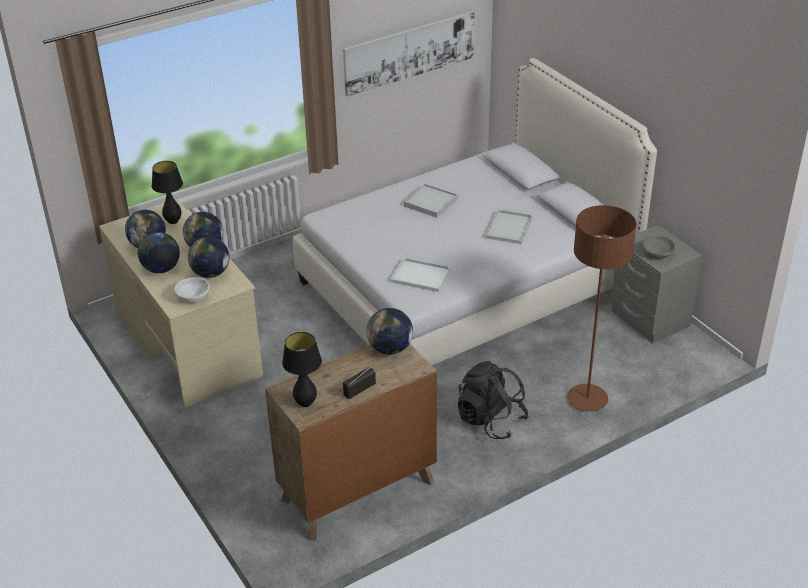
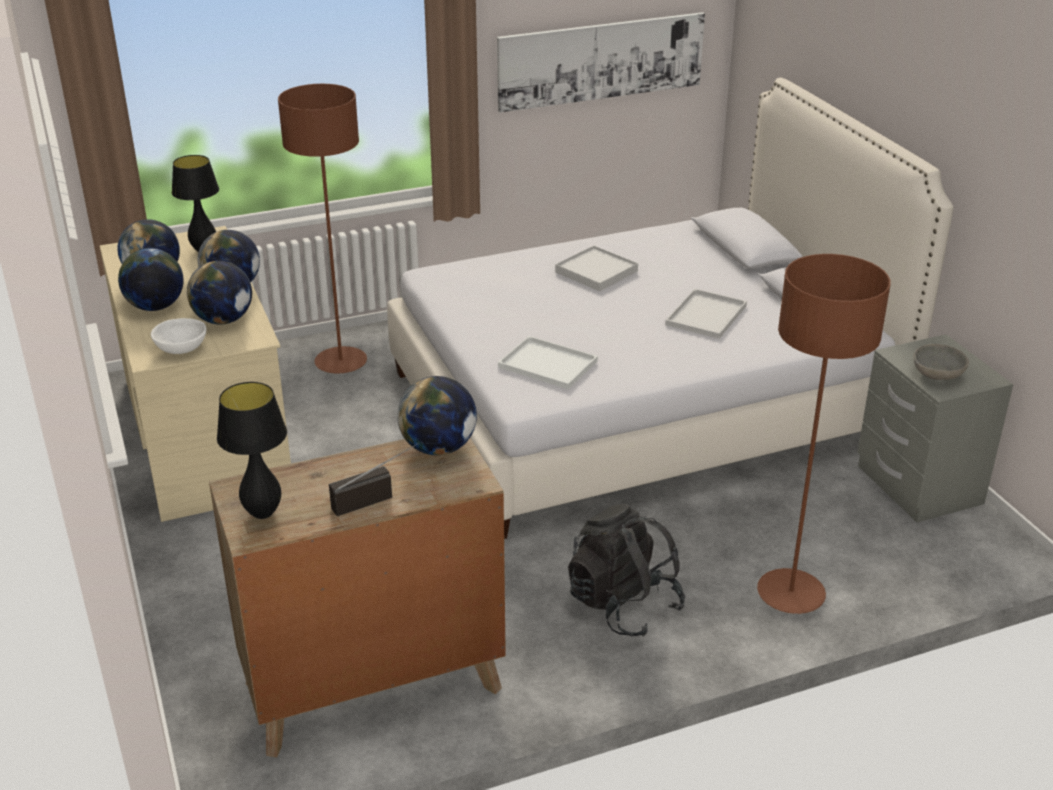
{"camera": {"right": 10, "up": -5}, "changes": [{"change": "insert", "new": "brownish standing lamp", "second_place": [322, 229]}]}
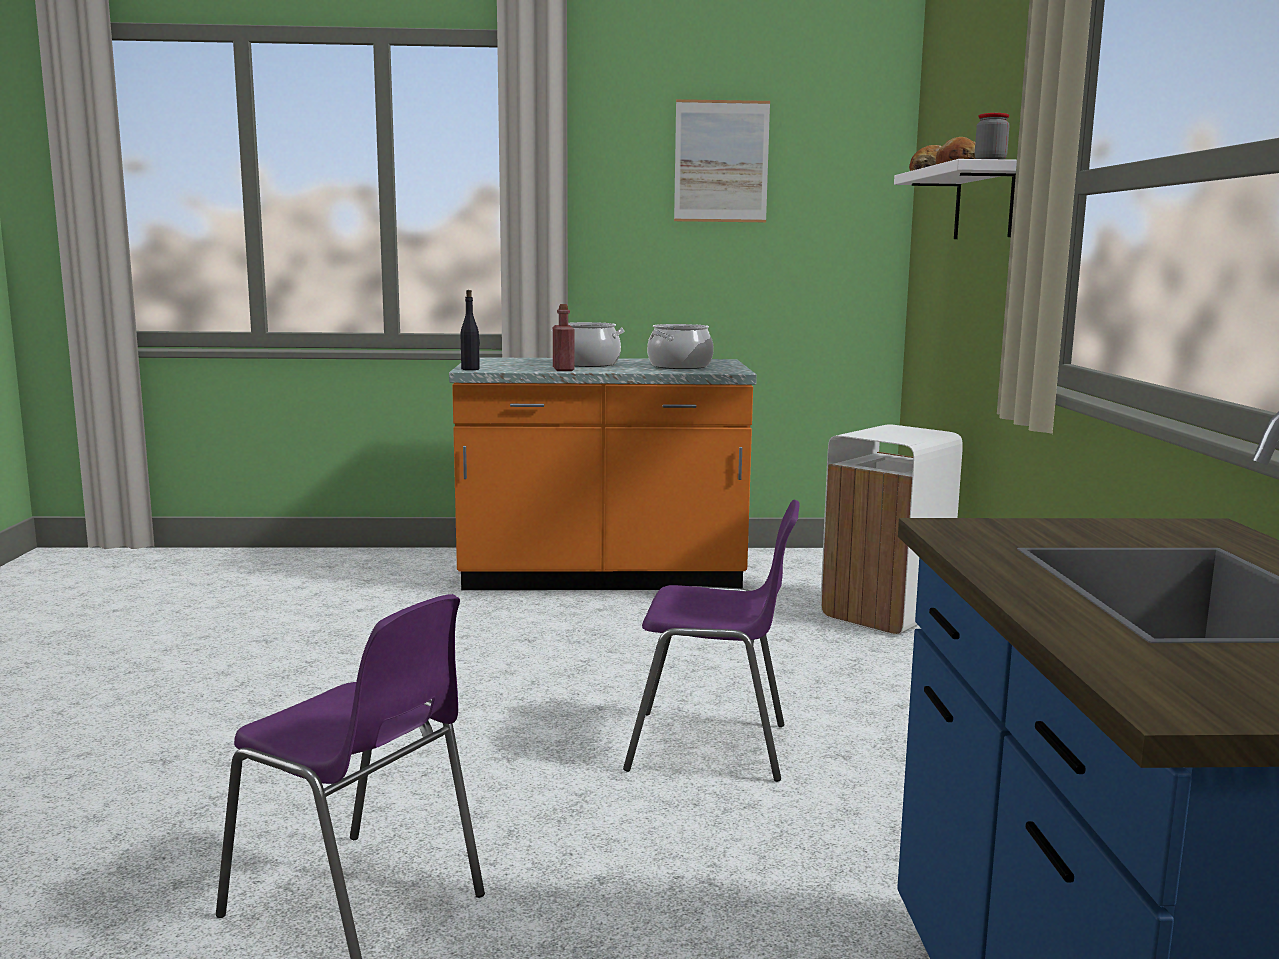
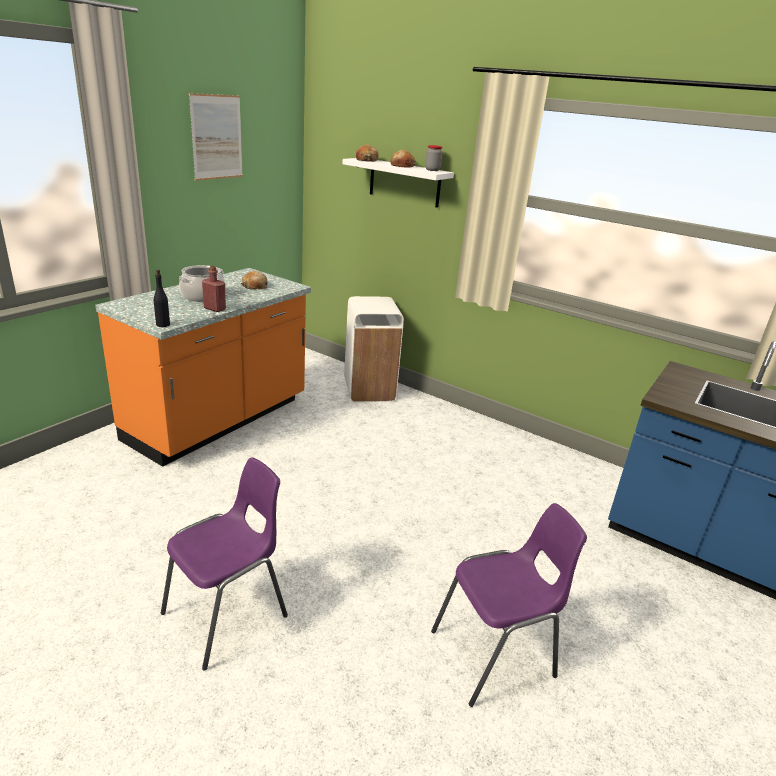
{"camera": {"right": -55, "up": 15}, "changes": [{"change": "move", "old": "purplish chair", "first_place": [711, 640], "second_place": [224, 564]}, {"change": "replace", "old": "cooking pot", "new": "bread", "first_place": [680, 346], "second_place": [254, 280]}]}
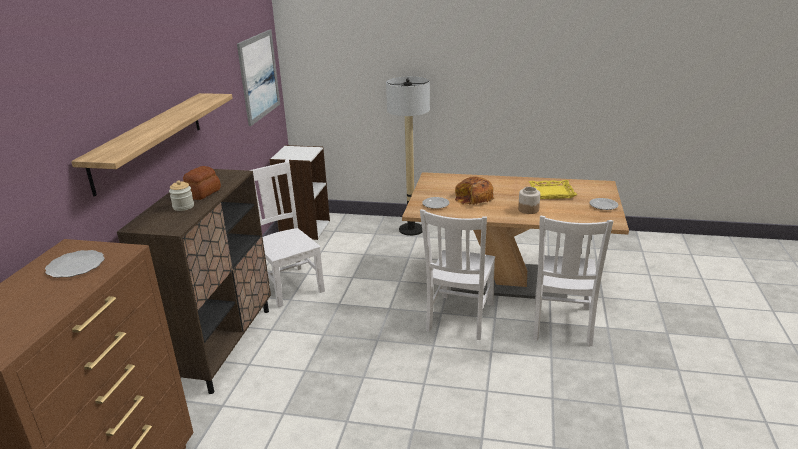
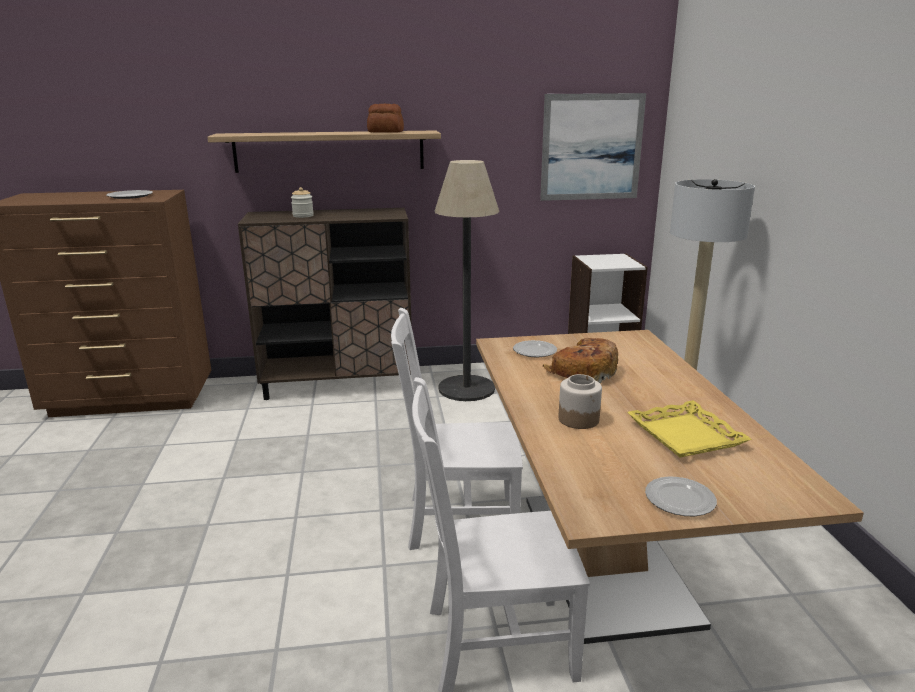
{"camera": {"right": 70, "up": -5}, "changes": [{"change": "move", "old": "bread", "first_place": [202, 183], "second_place": [385, 118]}, {"change": "replace", "old": "white chair", "new": "standing lamp", "first_place": [287, 233], "second_place": [466, 280]}]}
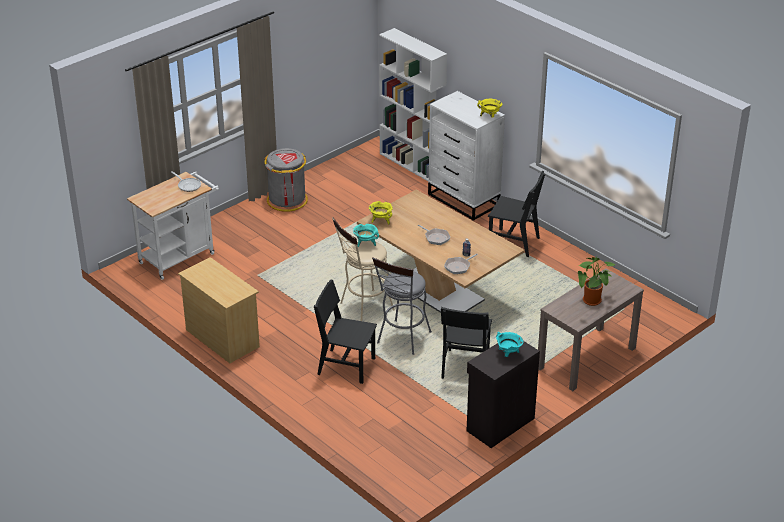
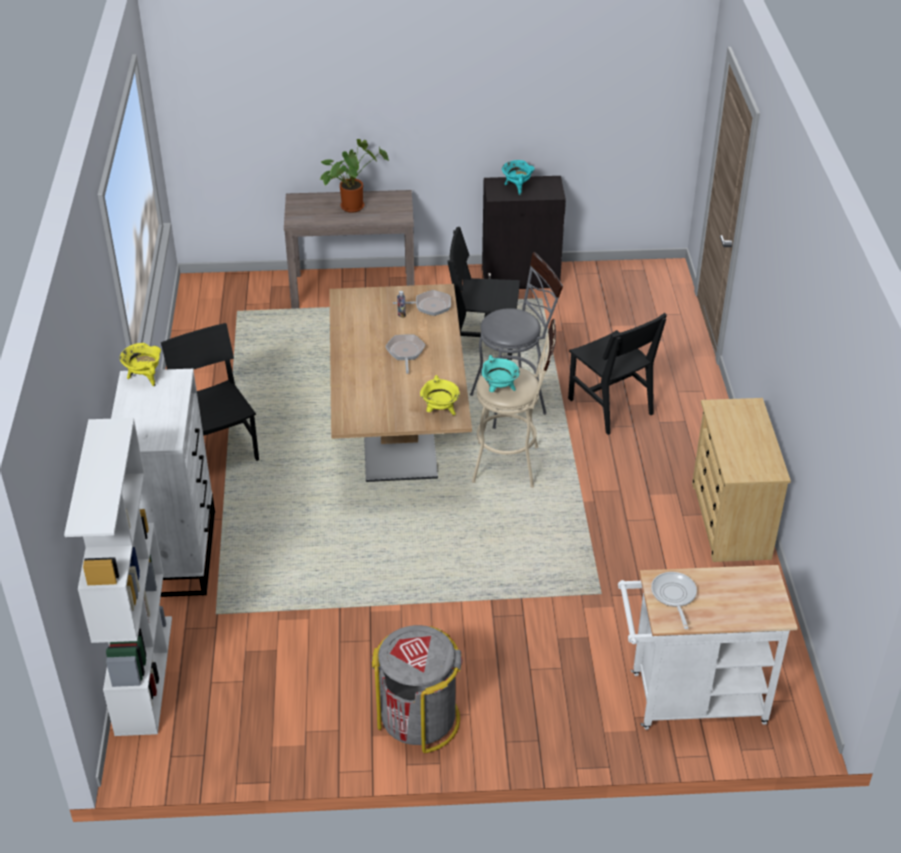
{"camera": {"right": -140, "up": 5}, "changes": [{"change": "rotate", "old": "blackish chair", "first_place": [466, 343], "second_place": [484, 293], "degrees": -135}]}
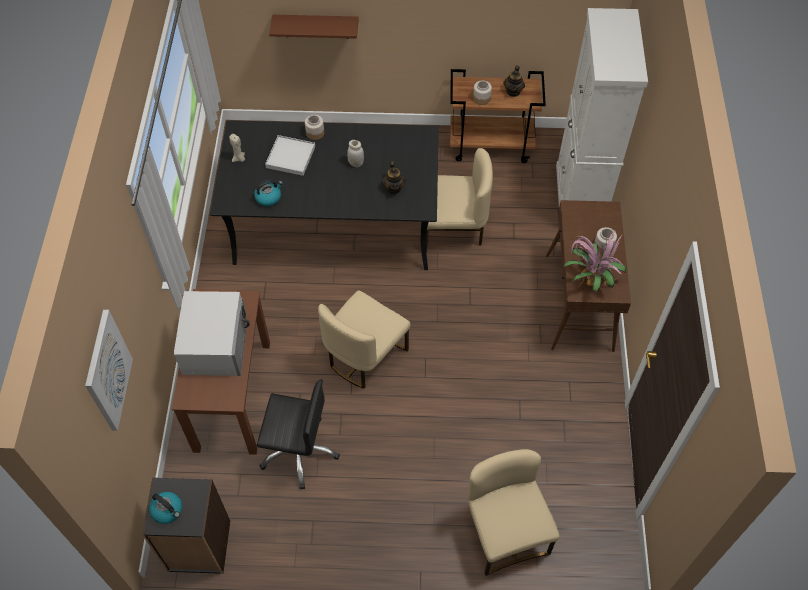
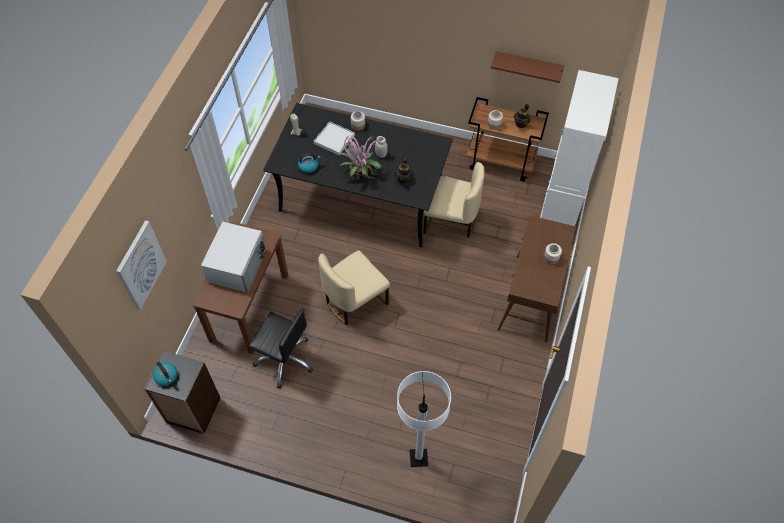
{"camera": {"right": 15, "up": 0}, "changes": [{"change": "move", "old": "potted plant", "first_place": [595, 261], "second_place": [359, 157]}, {"change": "replace", "old": "sand-coloured chair", "new": "white standing lamp", "first_place": [513, 512], "second_place": [424, 419]}, {"change": "move", "old": "brownish shelf", "first_place": [314, 27], "second_place": [527, 67]}]}
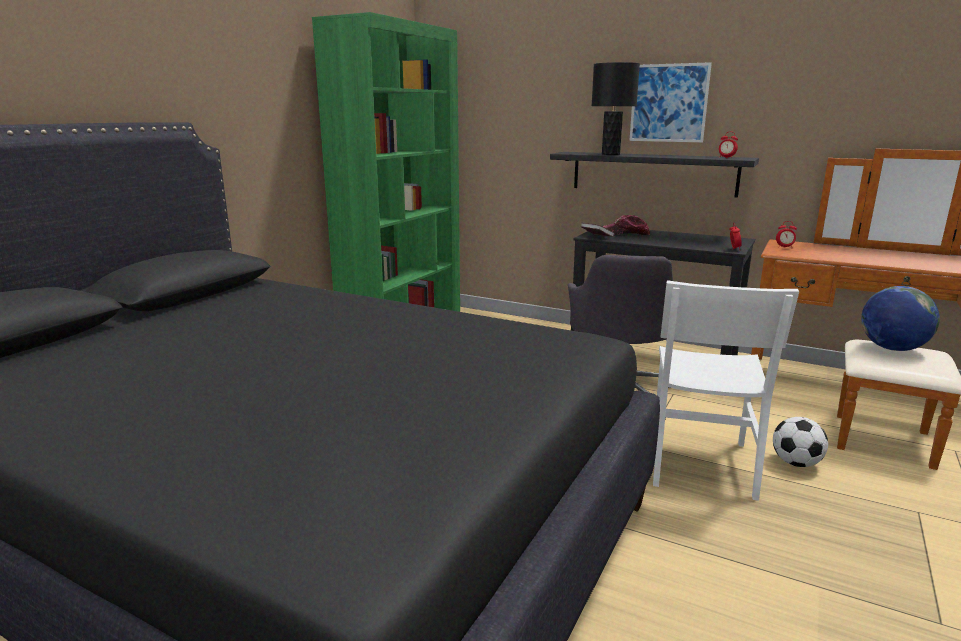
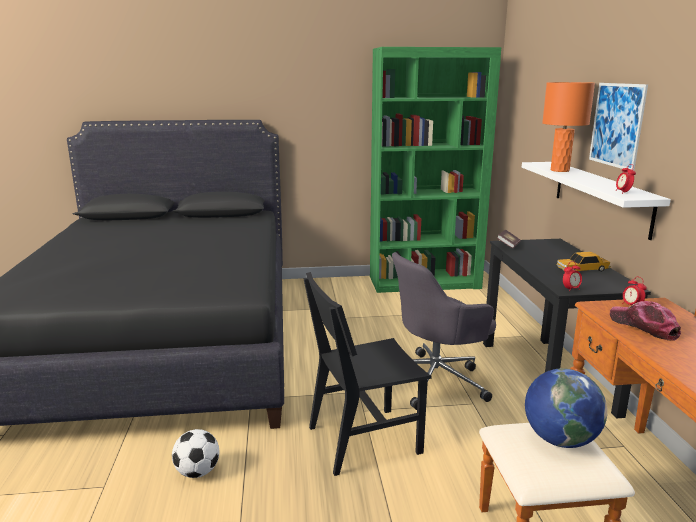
{"camera": {"right": 55, "up": 0}, "changes": [{"change": "move", "old": "ball for football", "first_place": [800, 442], "second_place": [196, 453]}, {"change": "recolor", "old": "white chair", "new": "blackish chair", "first_place": [726, 390], "second_place": [367, 374]}, {"change": "recolor", "old": "blackish shelf", "new": "white shelf", "first_place": [654, 175], "second_place": [596, 201]}, {"change": "recolor", "old": "blackish tabletop lamp", "new": "orange tabletop lamp", "first_place": [616, 108], "second_place": [568, 127]}, {"change": "insert", "new": "toy car", "second_place": [584, 262]}, {"change": "move", "old": "peaked cap", "first_place": [626, 225], "second_place": [645, 321]}]}
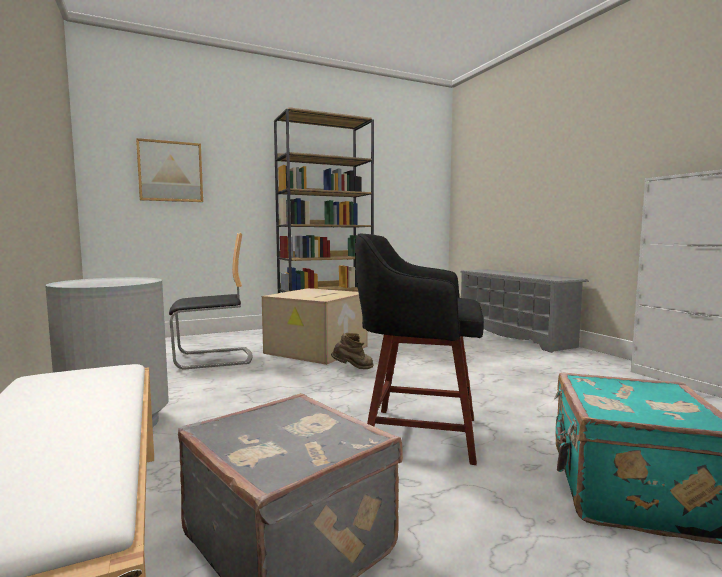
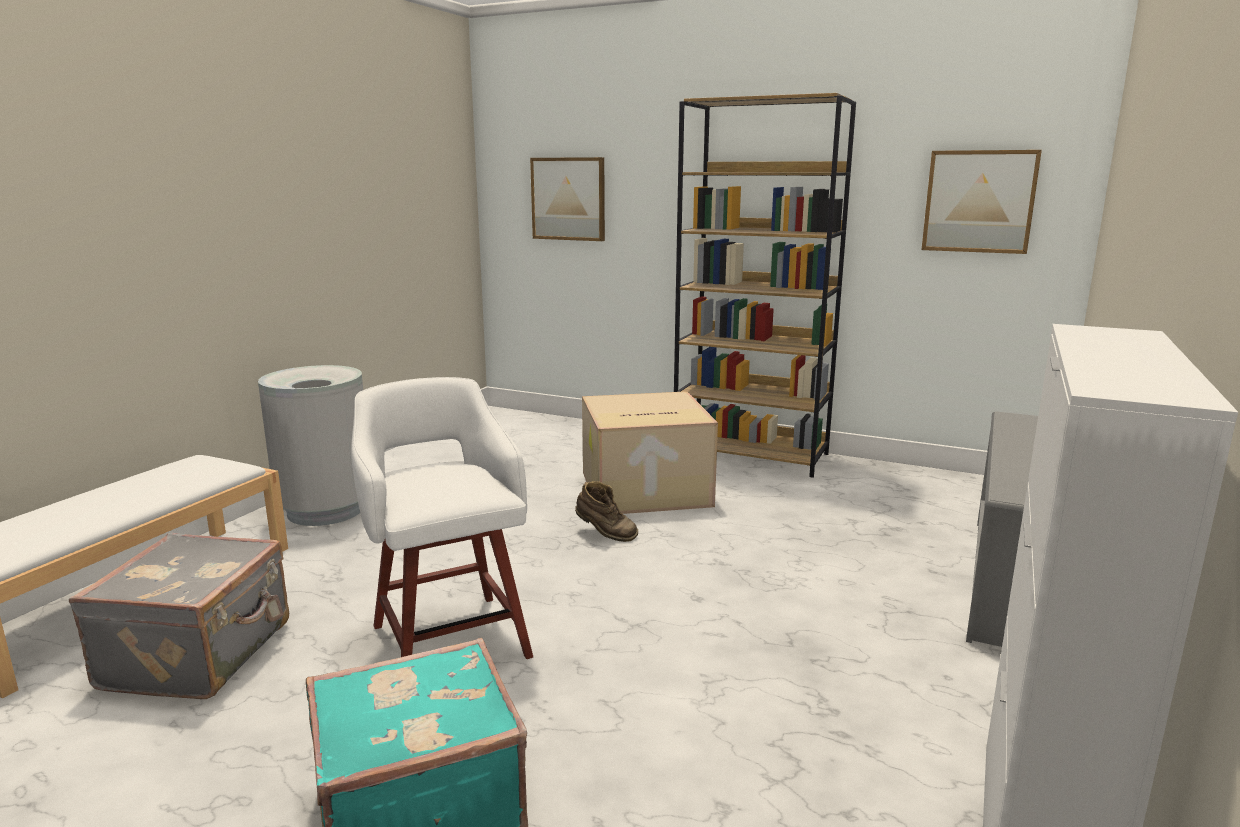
{"camera": {"right": 50, "up": 10}, "changes": [{"change": "recolor", "old": "blackish stool", "new": "white stool", "first_place": [419, 349], "second_place": [442, 518]}, {"change": "insert", "new": "wall art", "second_place": [981, 202]}, {"change": "delete", "old": "chair", "first_place": [210, 301]}]}
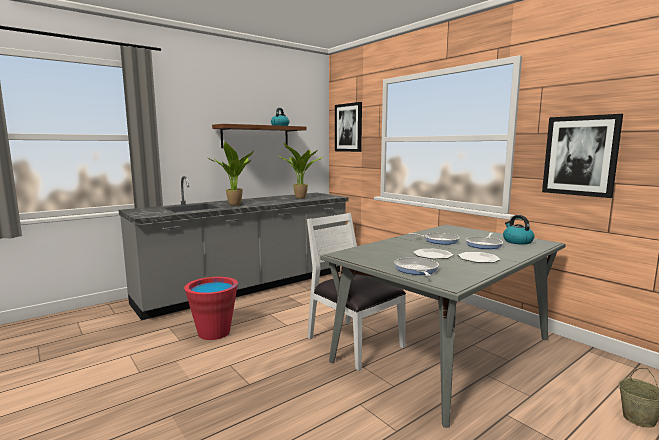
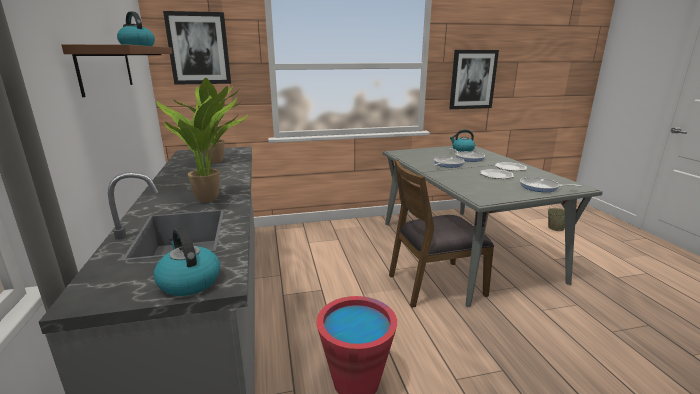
{"camera": {"right": -65, "up": 10}, "changes": [{"change": "insert", "new": "tea kettle", "second_place": [187, 261]}, {"change": "recolor", "old": "white chair", "new": "brownish chair", "first_place": [356, 292], "second_place": [441, 233]}]}
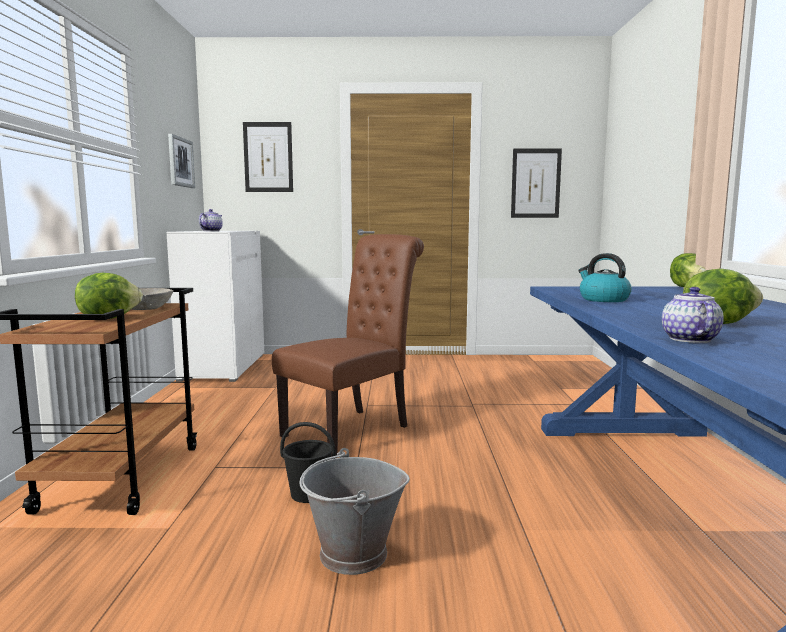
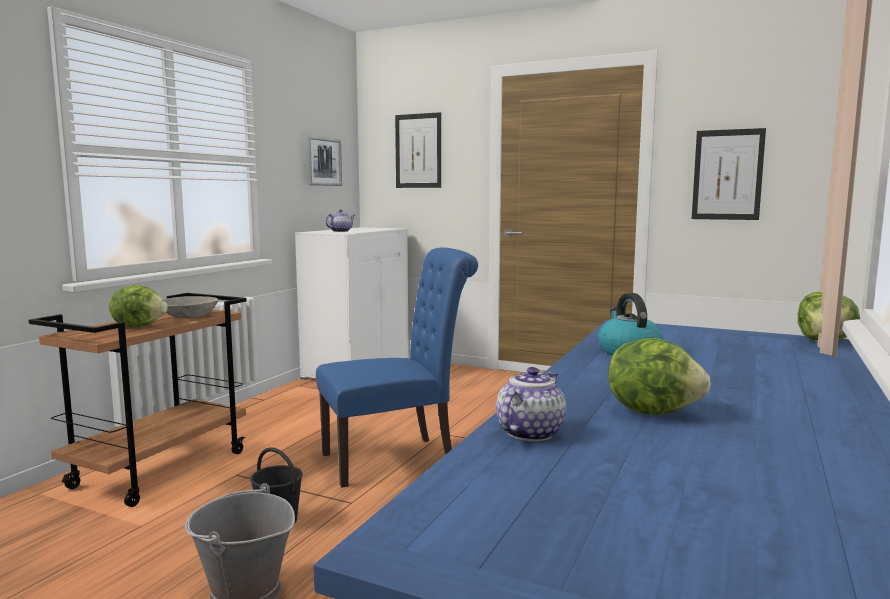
{"camera": {"right": 25, "up": 0}, "changes": [{"change": "recolor", "old": "brownish chair", "new": "blue-coloured chair", "first_place": [348, 345], "second_place": [397, 368]}]}
